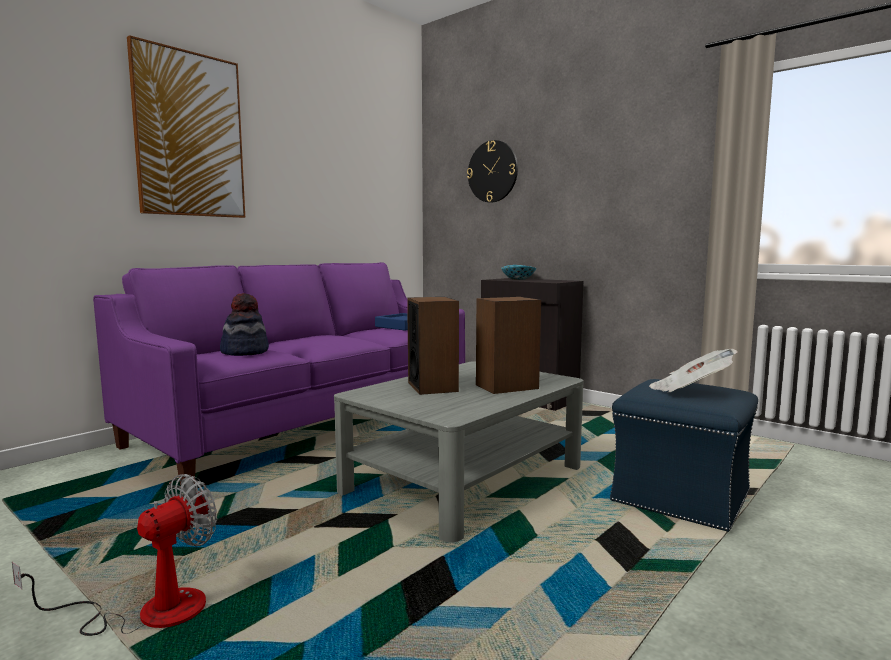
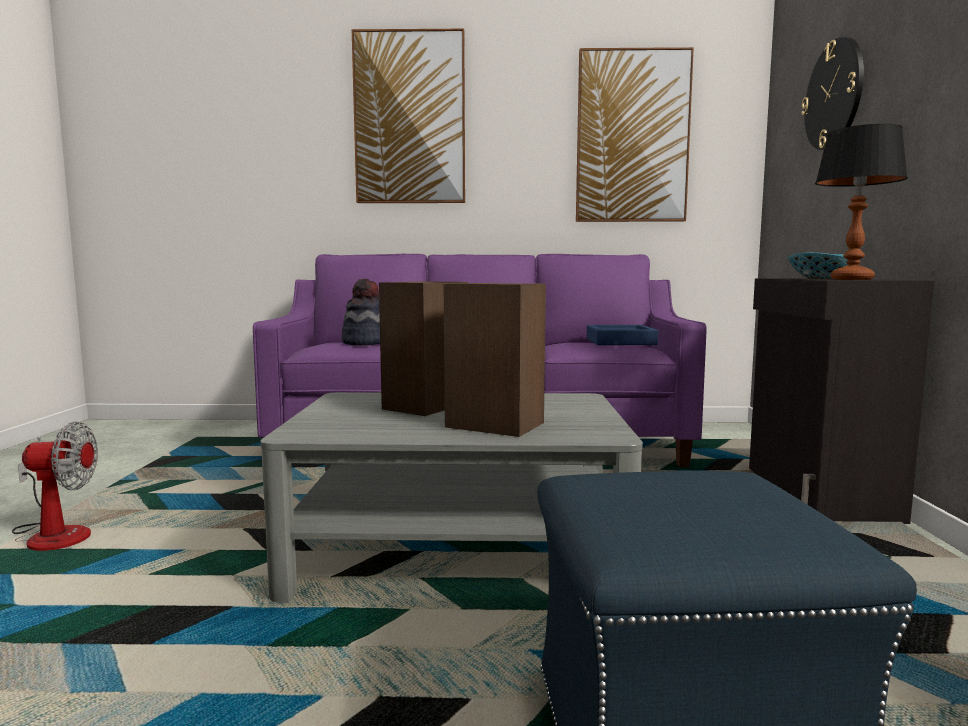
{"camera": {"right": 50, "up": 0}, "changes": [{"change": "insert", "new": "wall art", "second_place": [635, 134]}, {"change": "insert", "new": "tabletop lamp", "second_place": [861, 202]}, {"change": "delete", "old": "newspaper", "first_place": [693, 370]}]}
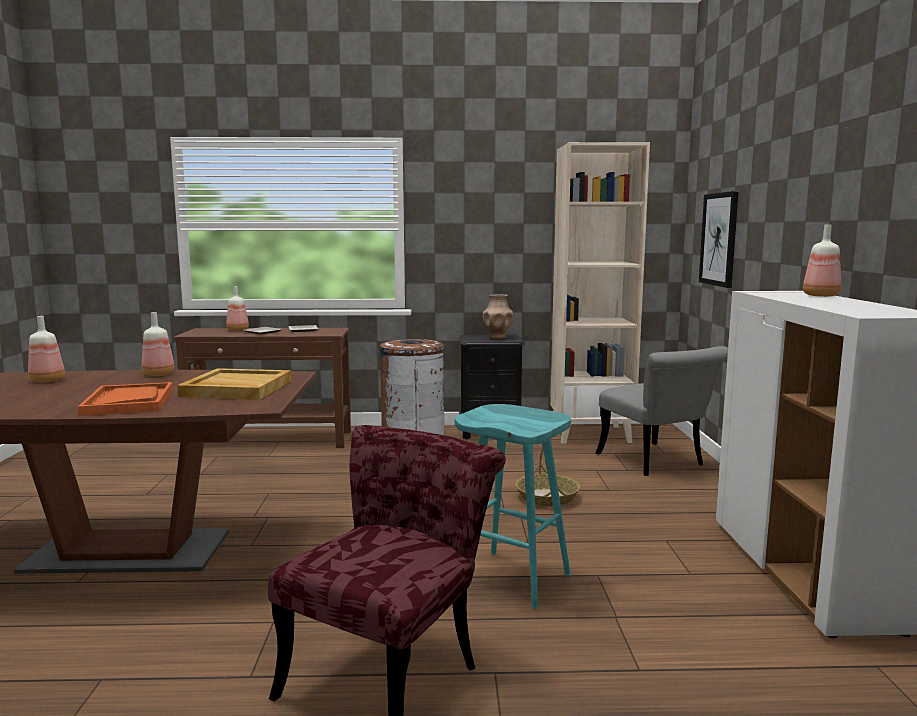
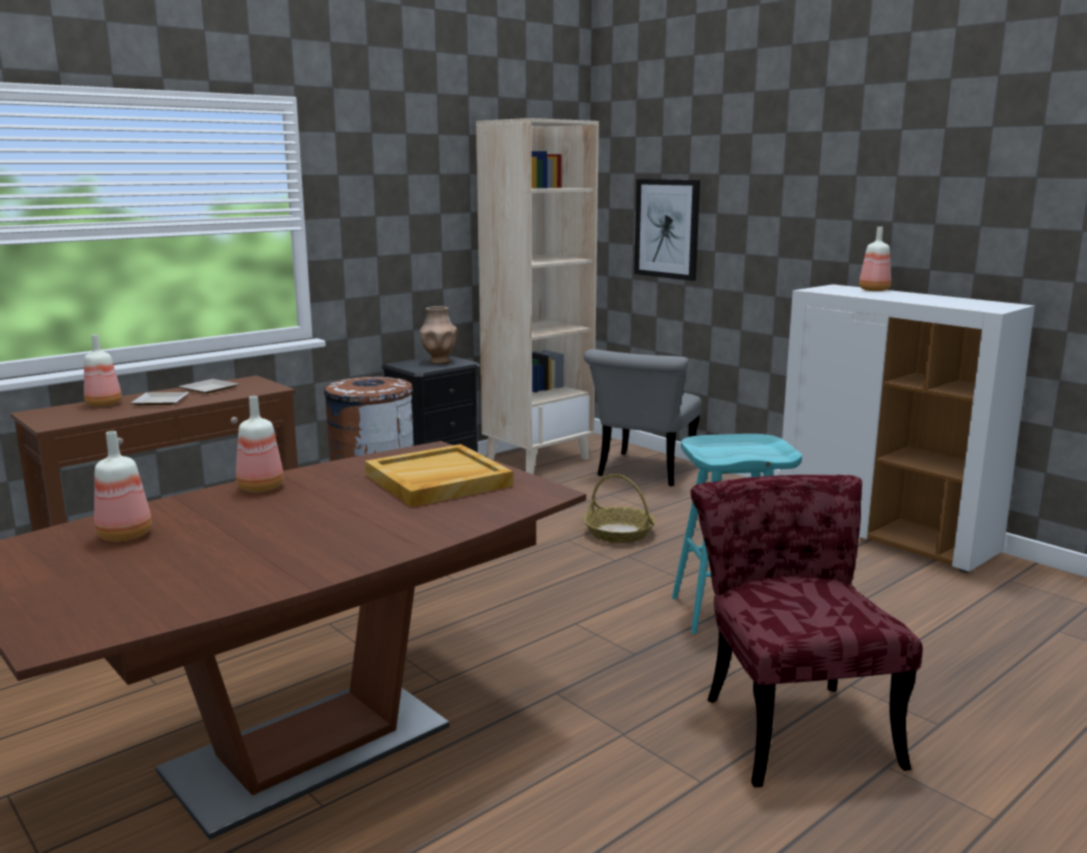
{"camera": {"right": -40, "up": 5}, "changes": [{"change": "rotate", "old": "grey chair", "first_place": [662, 411], "second_place": [643, 417], "degrees": 90}, {"change": "delete", "old": "orange serving tray", "first_place": [125, 399]}]}
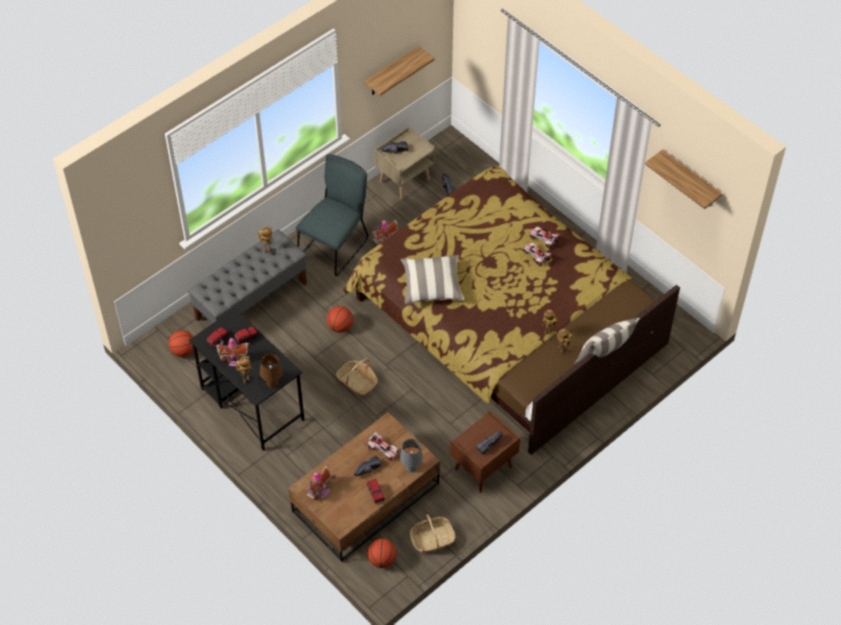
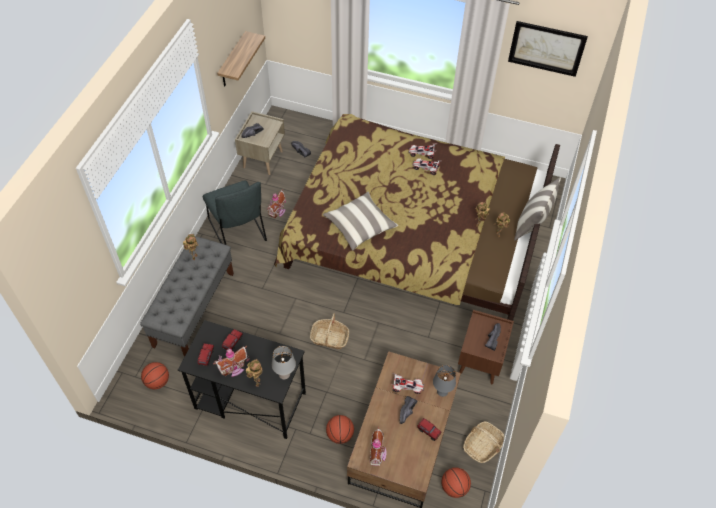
{"camera": {"right": -30, "up": 0}, "changes": [{"change": "rotate", "old": "grey chair", "first_place": [332, 215], "second_place": [234, 212], "degrees": 150}, {"change": "recolor", "old": "brownish tabletop lamp", "new": "grey tabletop lamp", "first_place": [271, 371], "second_place": [284, 362]}, {"change": "move", "old": "basketball ball", "first_place": [340, 319], "second_place": [340, 429]}, {"change": "replace", "old": "shelf", "new": "wall art", "first_place": [683, 179], "second_place": [548, 49]}]}
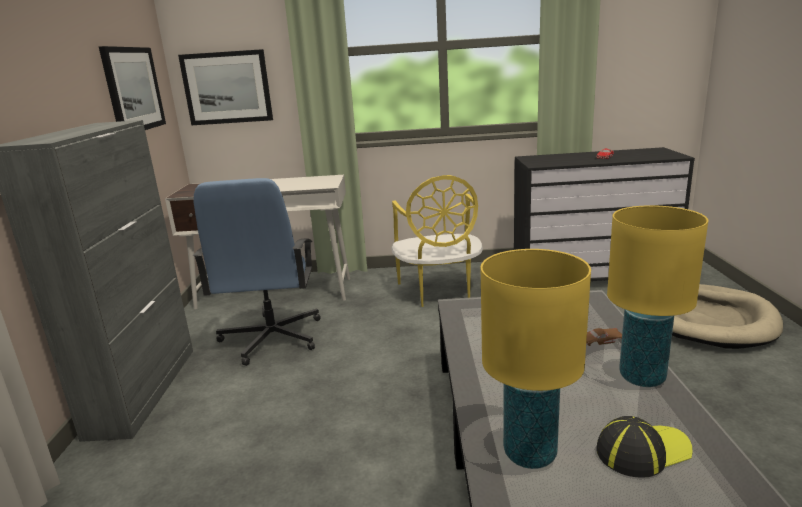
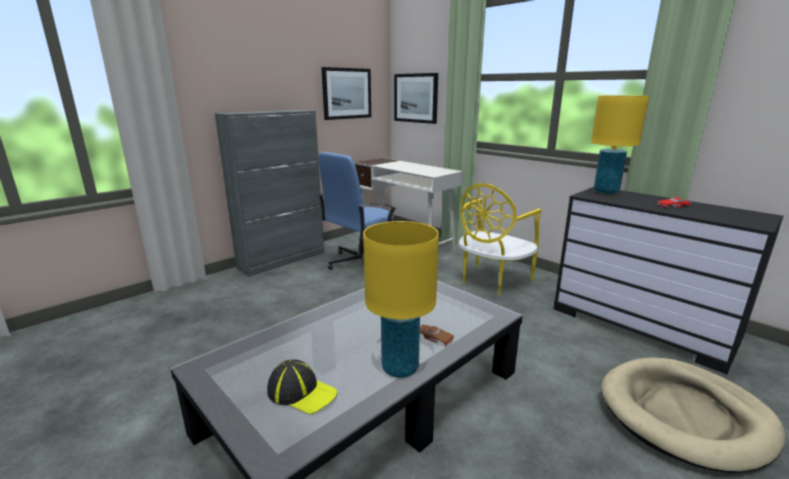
{"camera": {"right": 45, "up": 0}, "changes": [{"change": "move", "old": "yellowish tabletop lamp", "first_place": [536, 359], "second_place": [620, 144]}]}
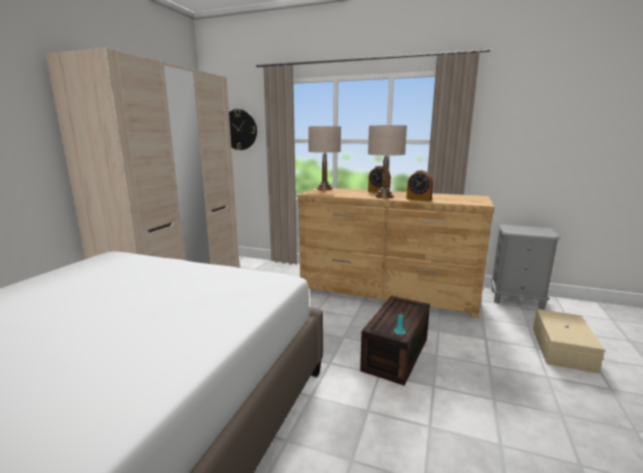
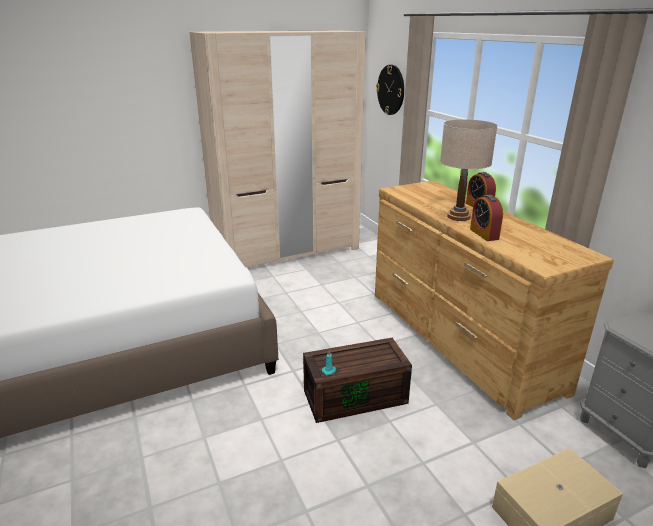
{"camera": {"right": 45, "up": 10}, "changes": [{"change": "delete", "old": "sand-coloured tabletop lamp", "first_place": [324, 158]}]}
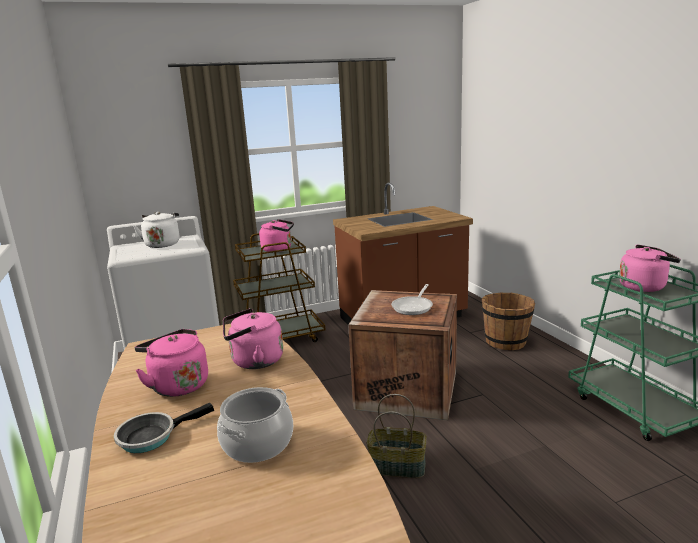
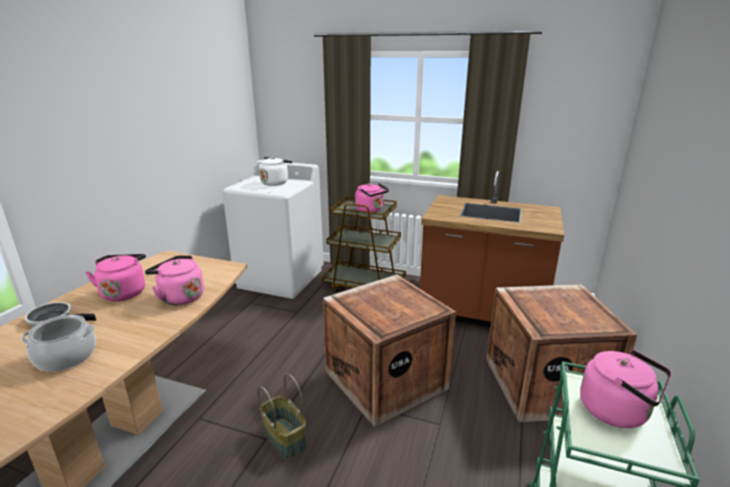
{"camera": {"right": 40, "up": 5}, "changes": [{"change": "replace", "old": "brownish pail", "new": "crate", "first_place": [508, 321], "second_place": [561, 353]}, {"change": "delete", "old": "skillet", "first_place": [412, 299]}]}
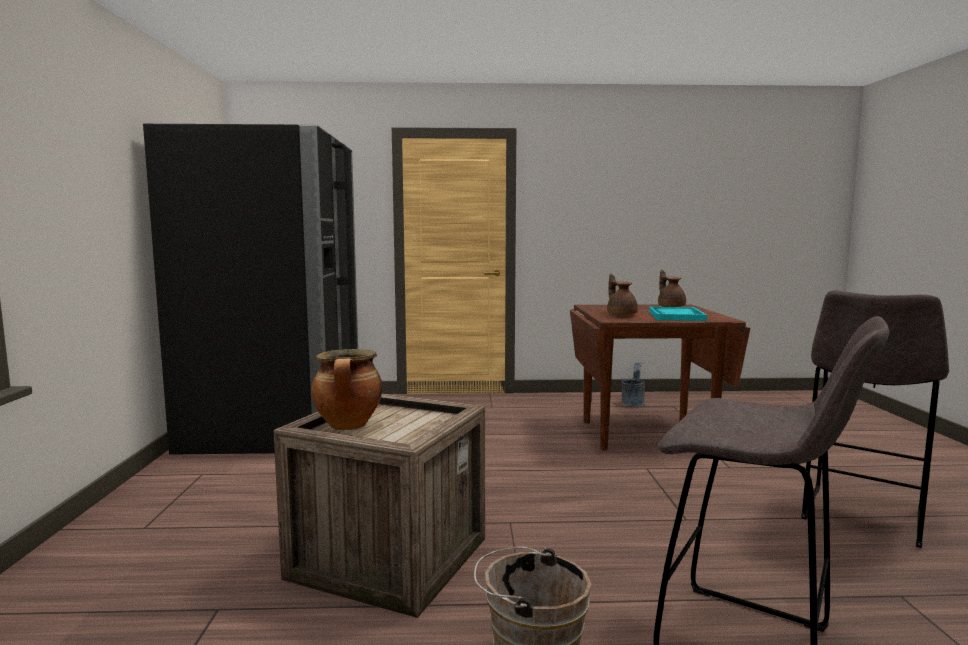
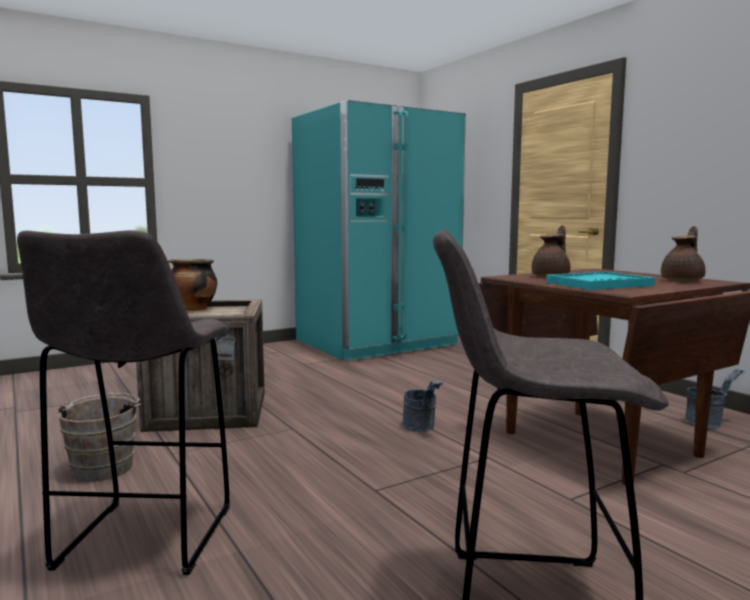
{"camera": {"right": 60, "up": 0}, "changes": [{"change": "recolor", "old": "blackish refrigerator", "new": "blue-green refrigerator", "first_place": [250, 289], "second_place": [379, 230]}, {"change": "insert", "new": "grey pail", "second_place": [422, 406]}]}
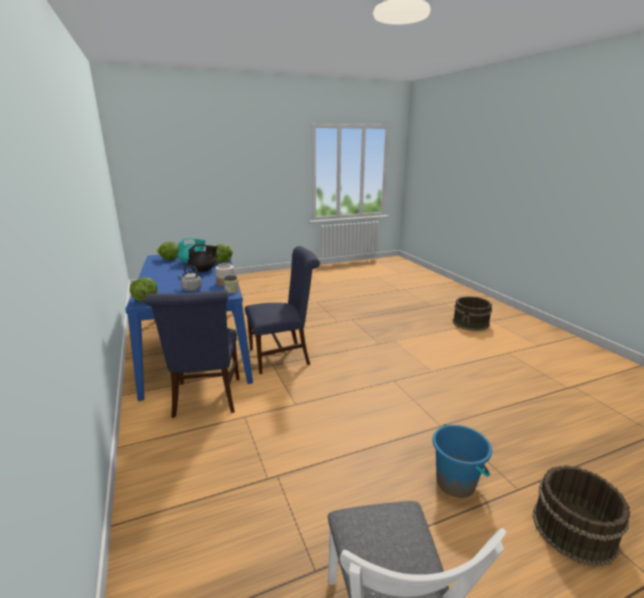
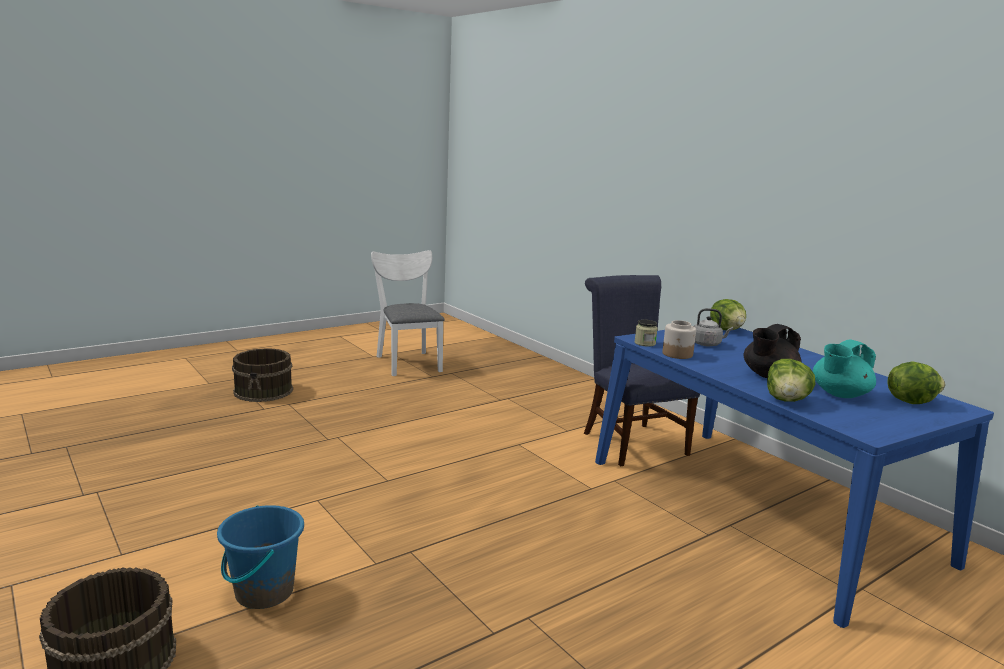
{"camera": {"right": 165, "up": -5}, "changes": [{"change": "move", "old": "blue-coloured pail", "first_place": [462, 461], "second_place": [260, 557]}, {"change": "delete", "old": "blue-coloured chair", "first_place": [282, 310]}]}
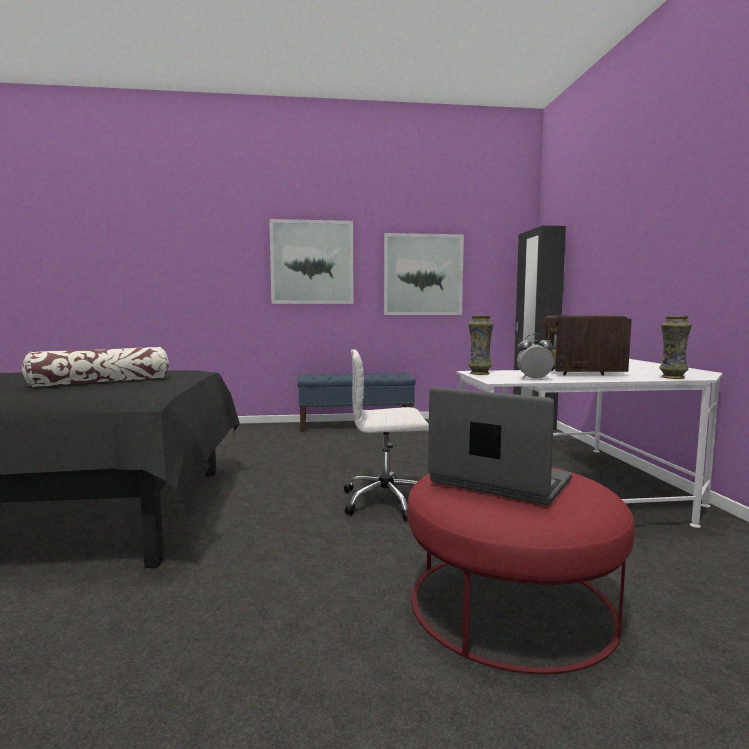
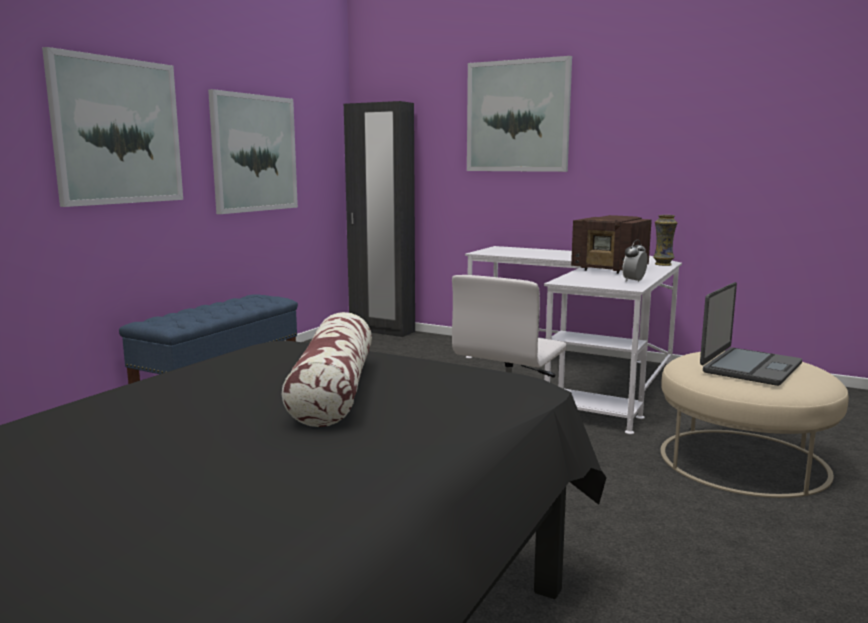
{"camera": {"right": -55, "up": 5}, "changes": [{"change": "insert", "new": "wall art", "second_place": [519, 114]}, {"change": "recolor", "old": "red pouffe", "new": "sand-coloured pouffe", "first_place": [521, 570], "second_place": [754, 424]}, {"change": "rotate", "old": "portable computer", "first_place": [500, 446], "second_place": [751, 334], "degrees": 150}, {"change": "delete", "old": "vase", "first_place": [481, 345]}]}
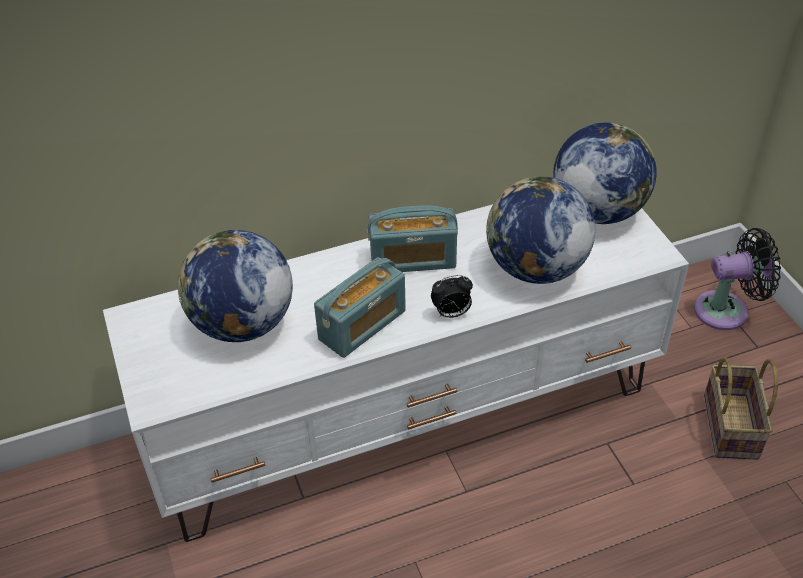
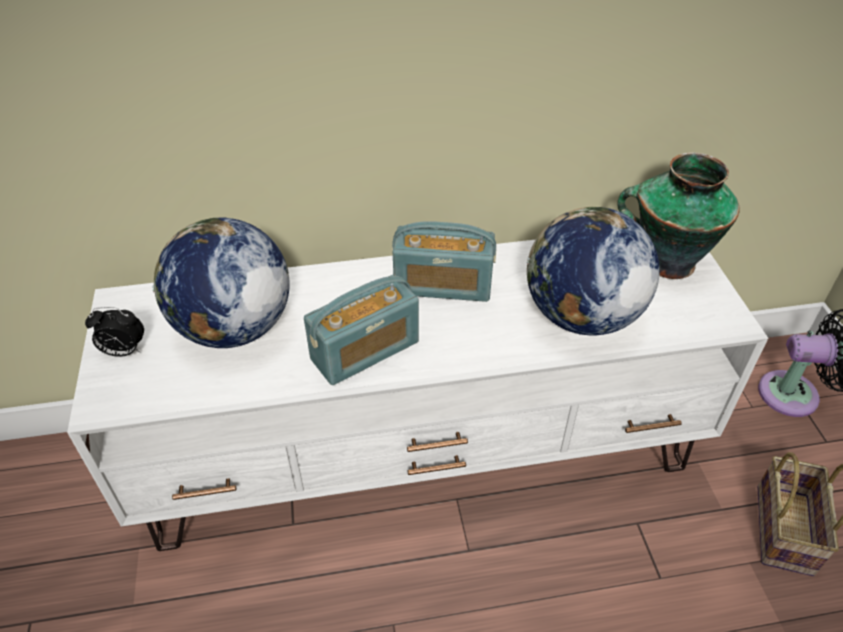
{"camera": {"right": 10, "up": 0}, "changes": [{"change": "move", "old": "bedside clock", "first_place": [452, 296], "second_place": [114, 332]}, {"change": "replace", "old": "globe", "new": "vase", "first_place": [604, 173], "second_place": [678, 215]}]}
